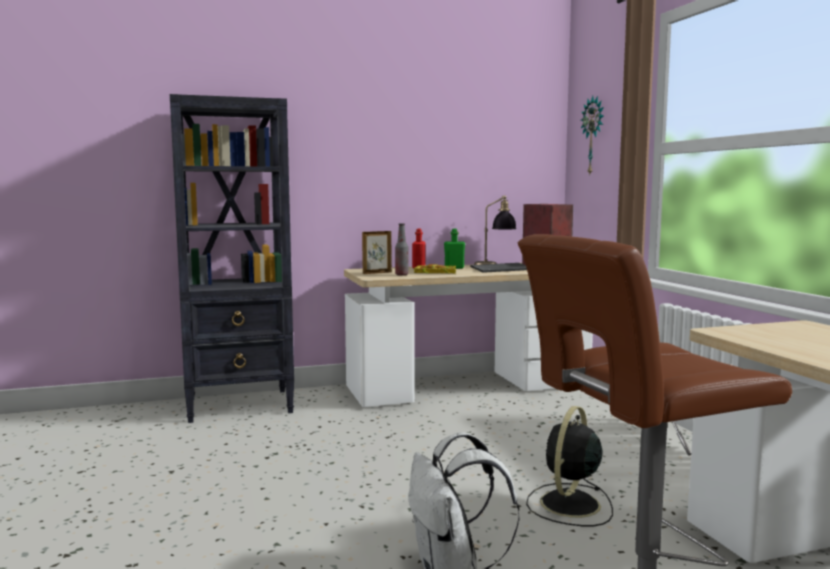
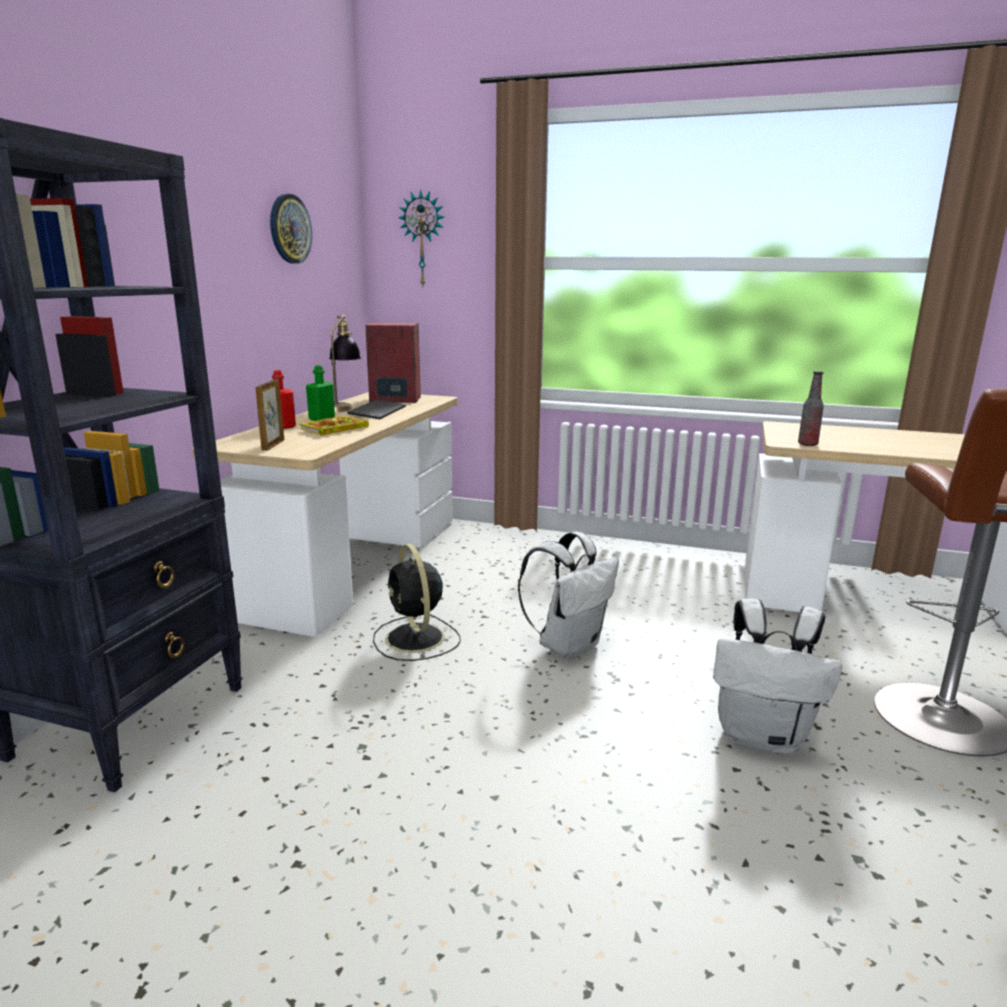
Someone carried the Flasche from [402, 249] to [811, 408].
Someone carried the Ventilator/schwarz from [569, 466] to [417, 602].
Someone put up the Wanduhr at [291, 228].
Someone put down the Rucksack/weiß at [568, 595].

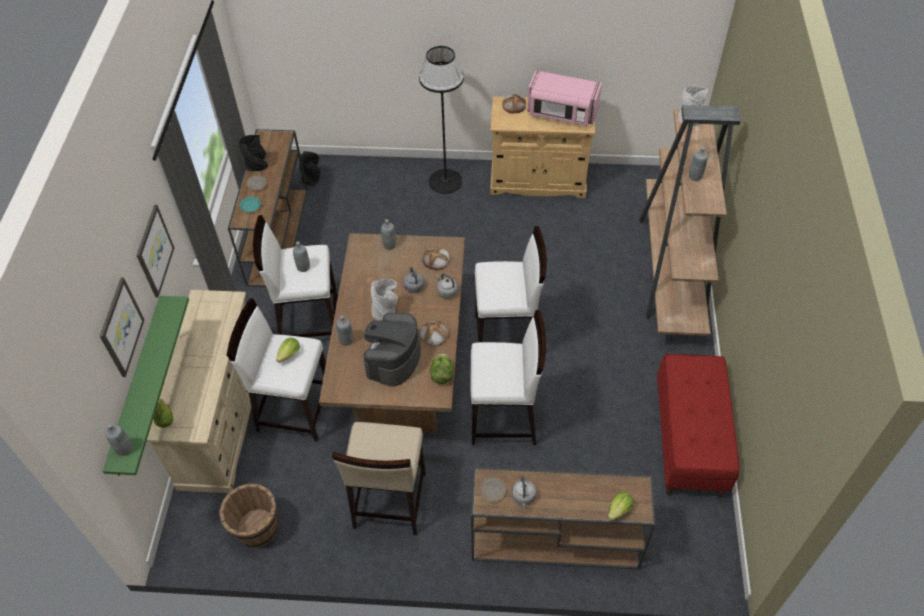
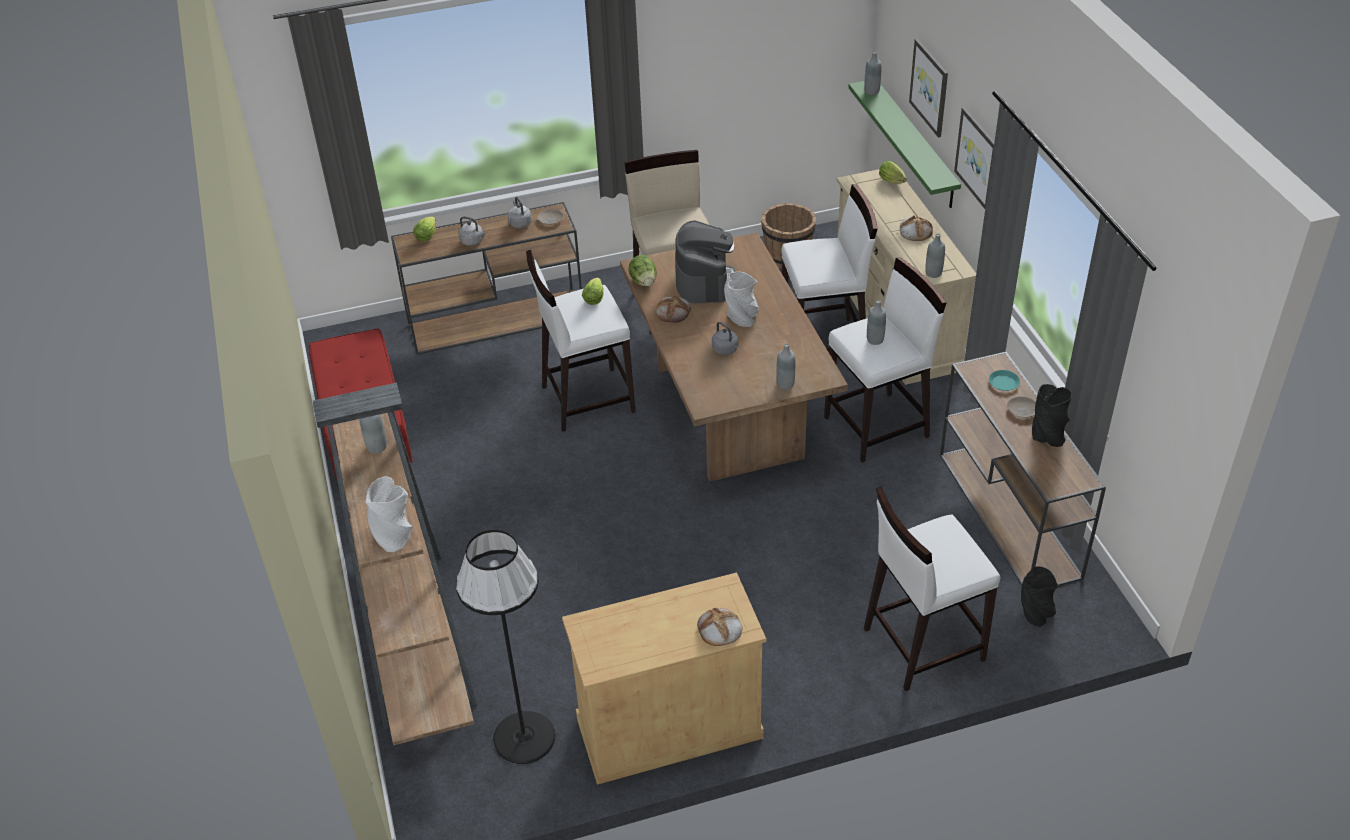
Someone carried the Salatkopf from [288, 350] to [593, 291].
Someone carried the Flasche/grau from [344, 330] to [935, 255].
Someone carried the Stehlampe/schwarz from [441, 120] to [505, 646].
Someone carried the Brot from [436, 258] to [916, 228].
Someone carried the Wasserkessel/grau from [447, 286] to [473, 231].
Someone carried the Hocker/weiß from [511, 284] to [932, 588].
Someone took away the Mikrowelle/rosa at [564, 98].

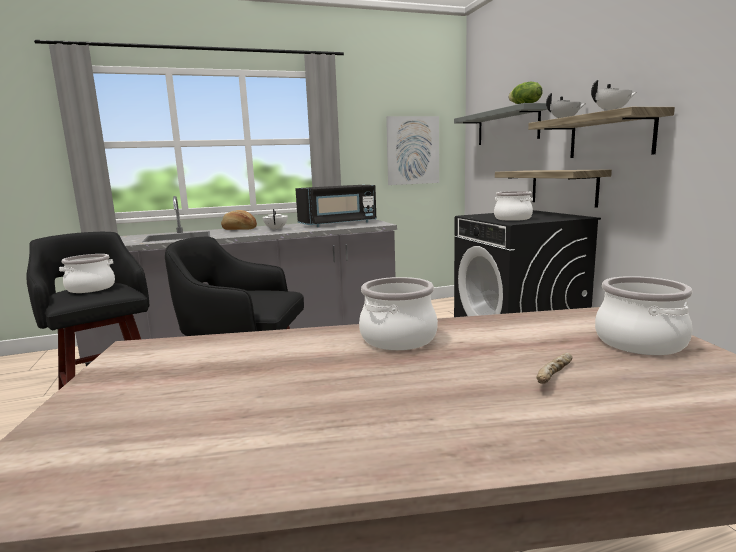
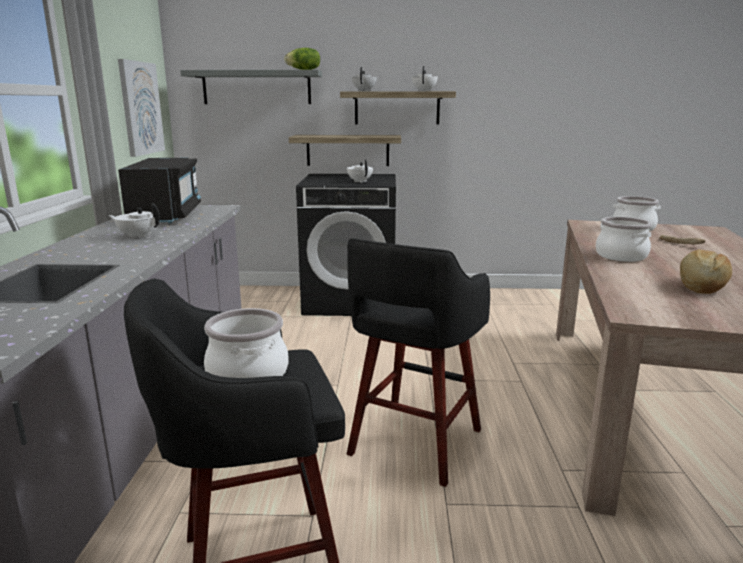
Someone carried the Brot from [239, 220] to [706, 271].
Someone swapped the Kochtopf at [513, 206] for the Teekanne/weiß at [360, 171].

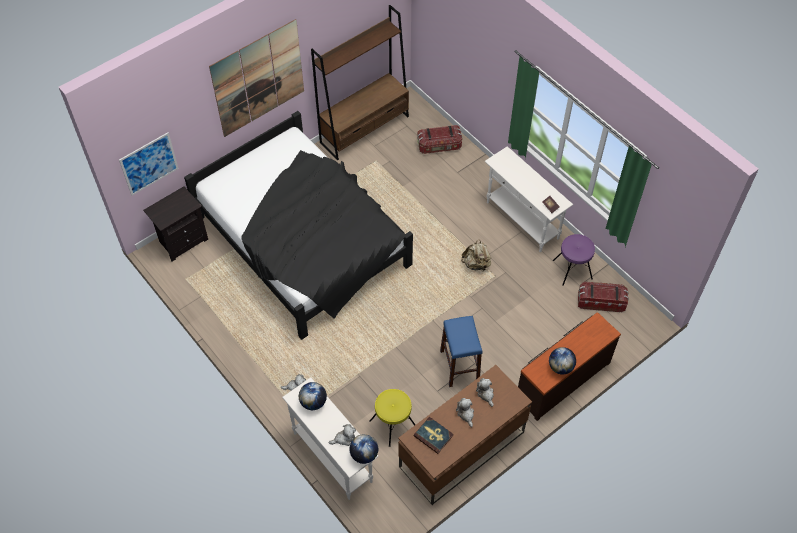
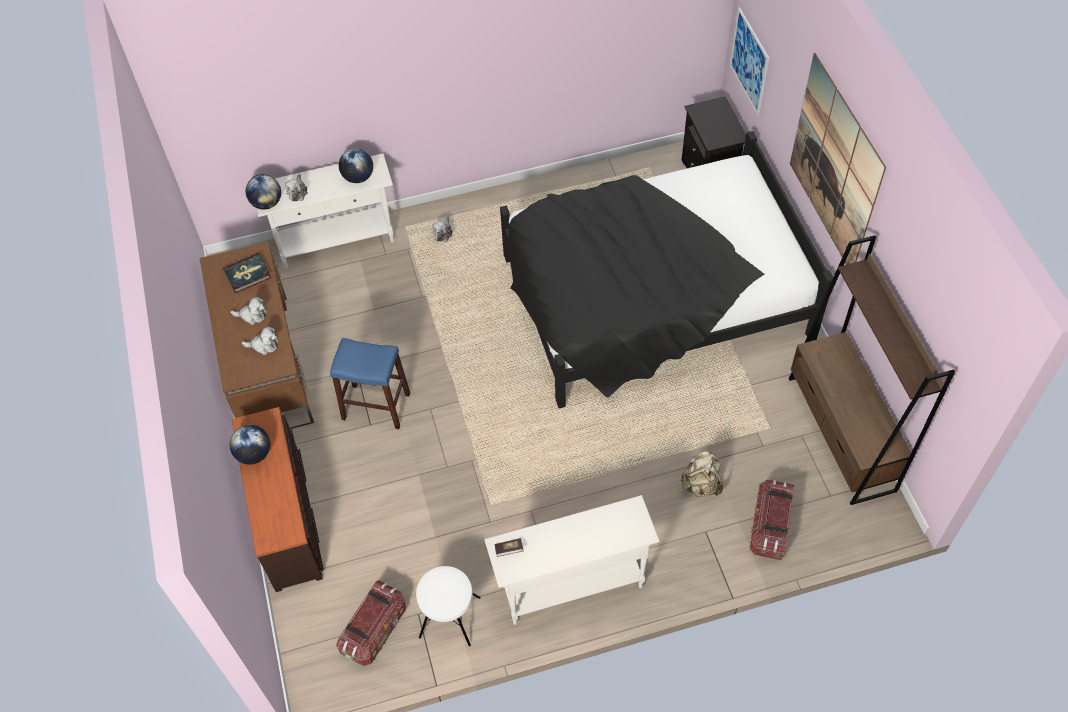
Someone took away the Hocker/gelb at [392, 418].
Someone carried the Rucksack/beige from [476, 255] to [701, 473].
Someone repainted the Hocker/lila at [574, 260], which became the Hocker/weiß at [448, 606].

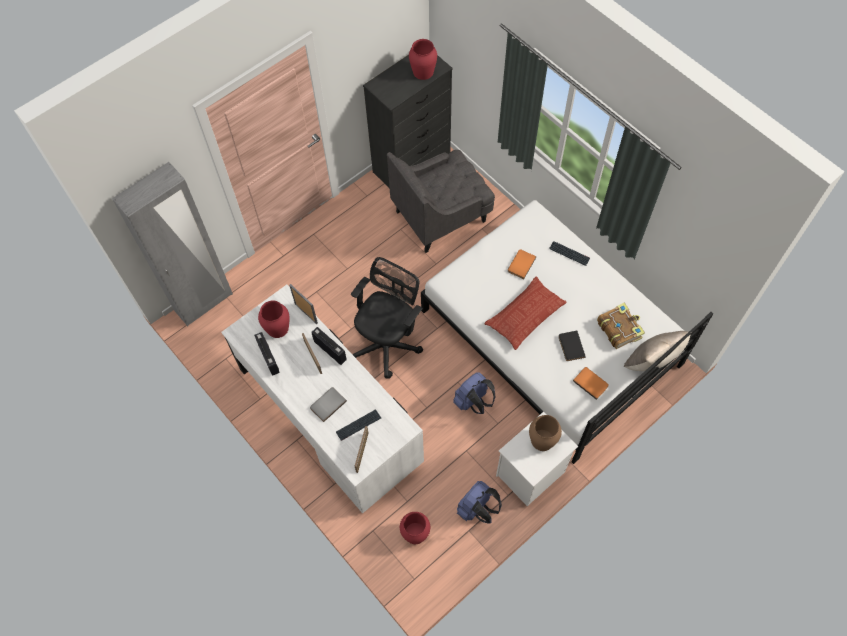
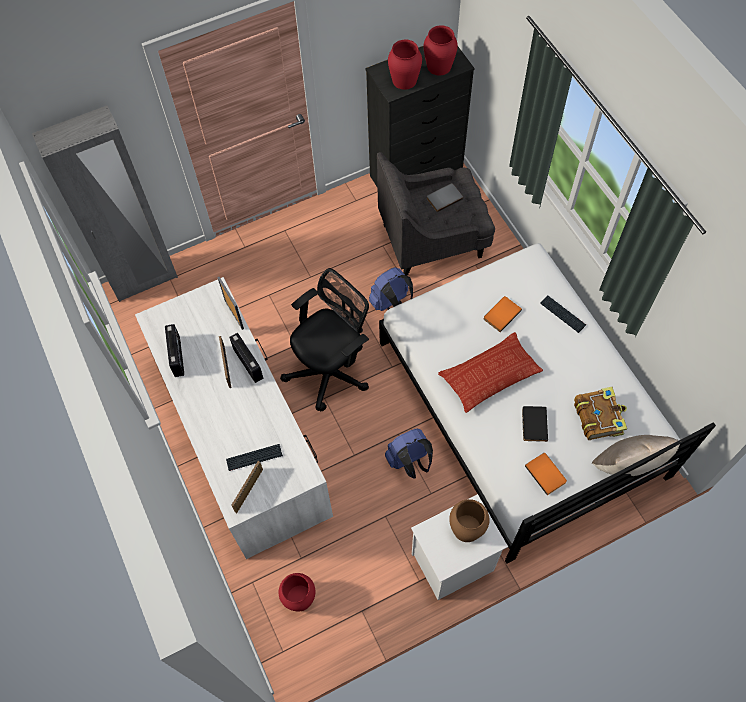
Someone carried the Vase/rot from [273, 319] to [405, 65].
Someone carried the Buch/grau from [328, 404] to [445, 197].
Someone carried the Rucksack/blau from [479, 502] to [391, 289].

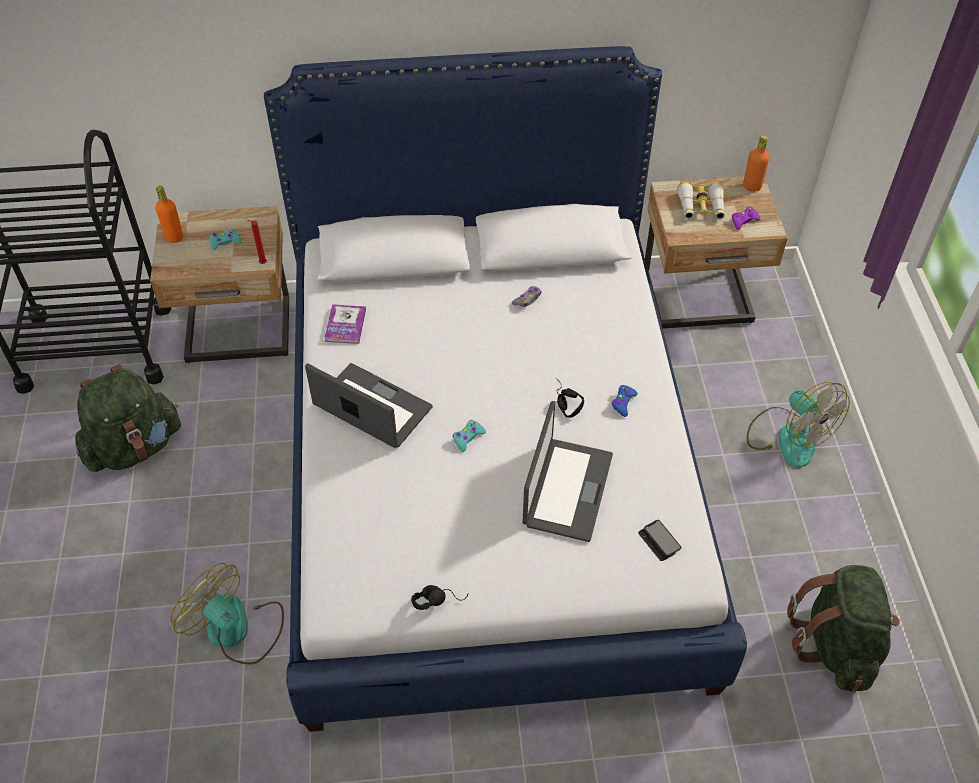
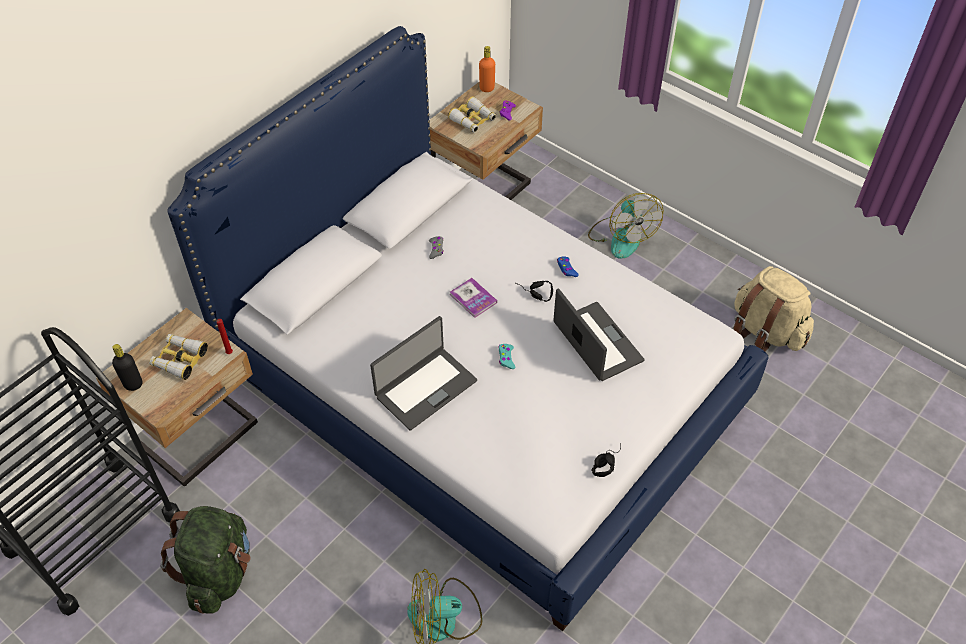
Someone repainted the Flasche/orange at [169, 214], which became the Flasche/schwarz at [127, 367].
Someone swapped the Gamepad/türkis at [225, 239] for the Fernglas at [178, 357].
Someone rotated the Laptop at [368, 405] by 150 degrees clockwise.
Someone carried the Buch from [345, 324] to [473, 298].
Someone took away the Handy at [660, 540].
Someone rotated the Ventilator at [798, 425] by 60 degrees clockwise.
Someone repainted the Rucksack/grün at [843, 628], which became the Rucksack/beige at [773, 309].

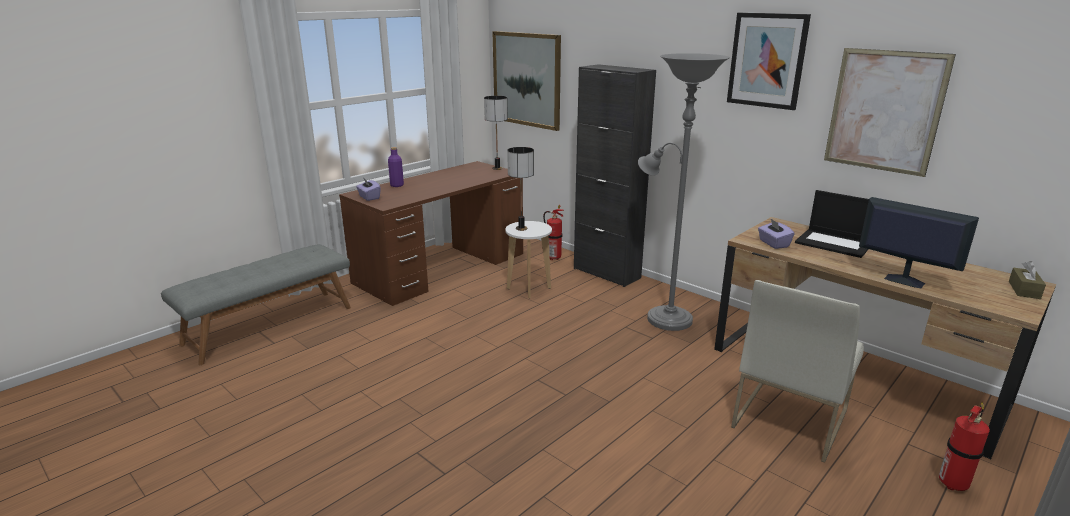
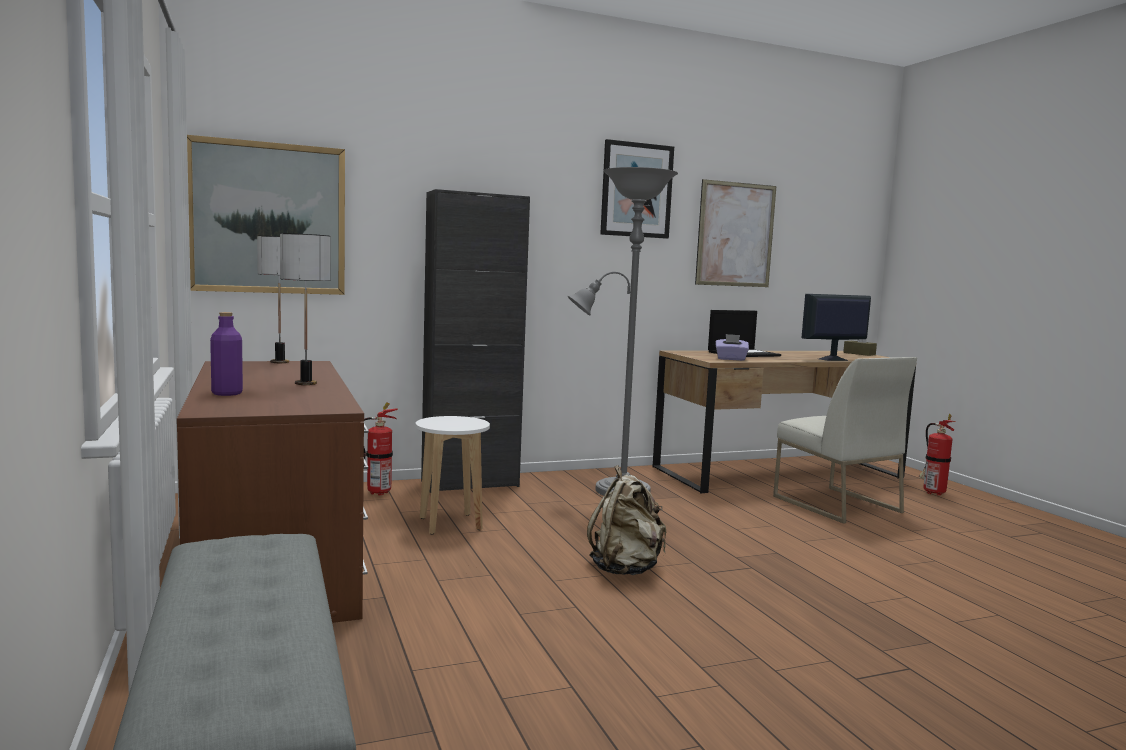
Someone took away the Taschentuchbox/lila at [368, 189].
Someone carried the Tischlampe from [520, 189] to [305, 309].
Someone put down the Rucksack/beige at [626, 520].

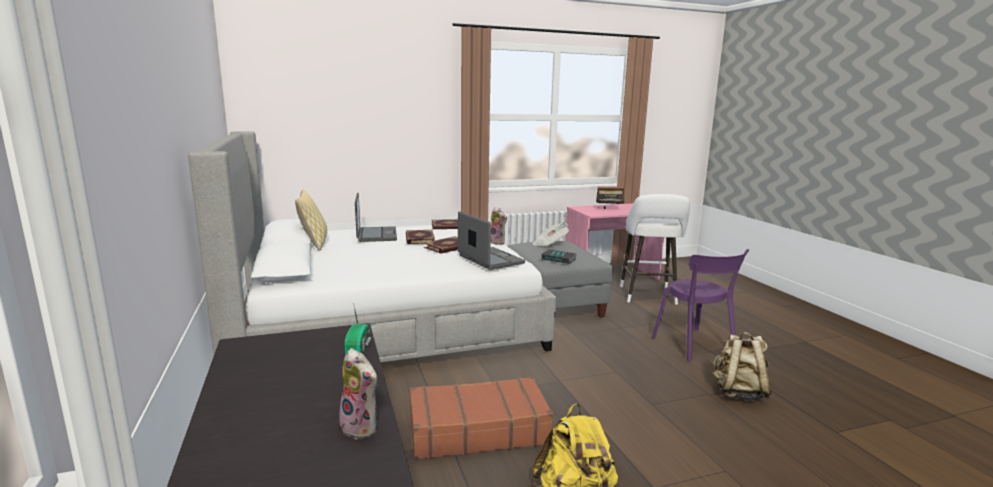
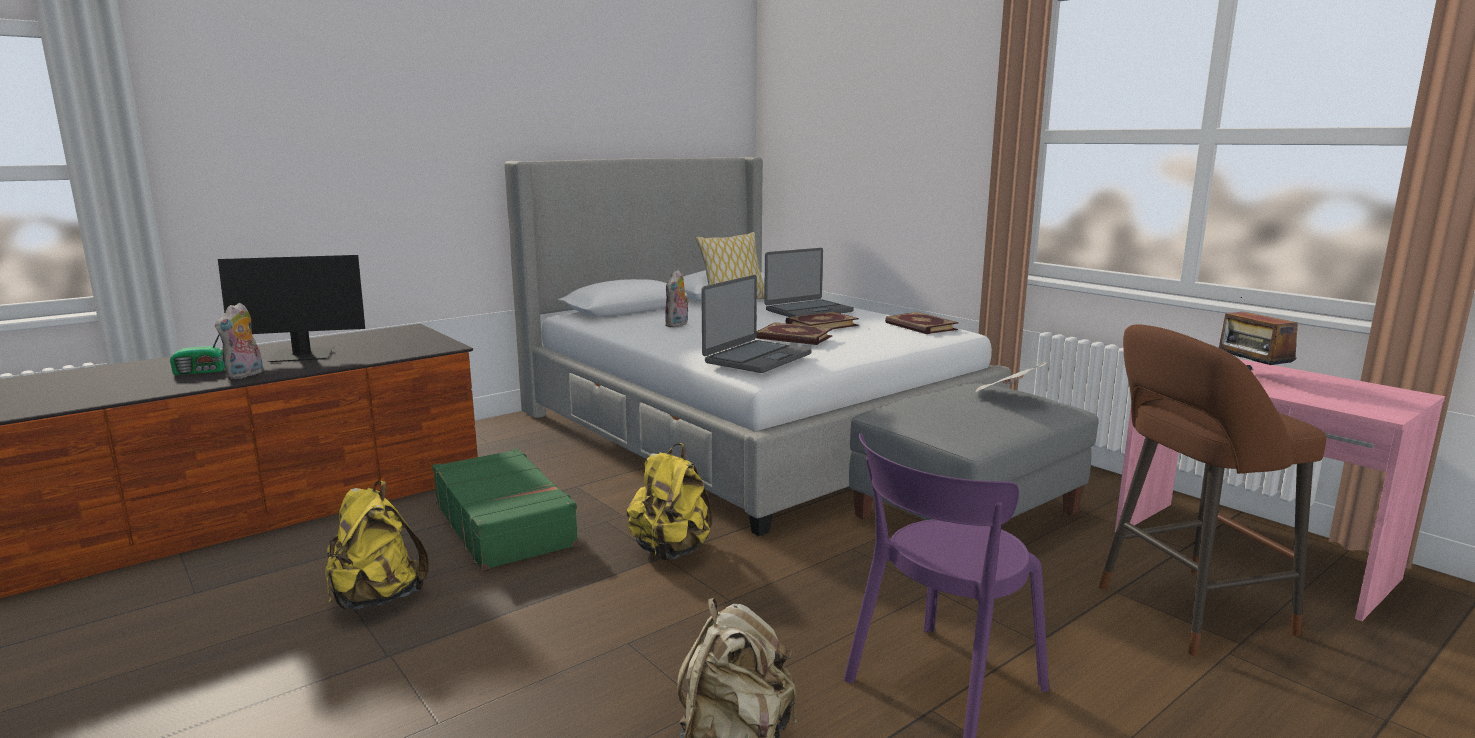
Someone carried the Radio from [357, 331] to [197, 355].
Someone repainted the Koffer/braun at [481, 418], which became the Koffer/grün at [505, 510].
Someone carried the Plüschtier from [499, 226] to [677, 299].
Someone took away the Buch at [559, 256].
Someone repainted the Hocker/weiß at [655, 249], which became the Hocker/braun at [1212, 490].
Someone put down the Monitor at [291, 308].
Someone put down the Rucksack/gelb at [670, 501].

